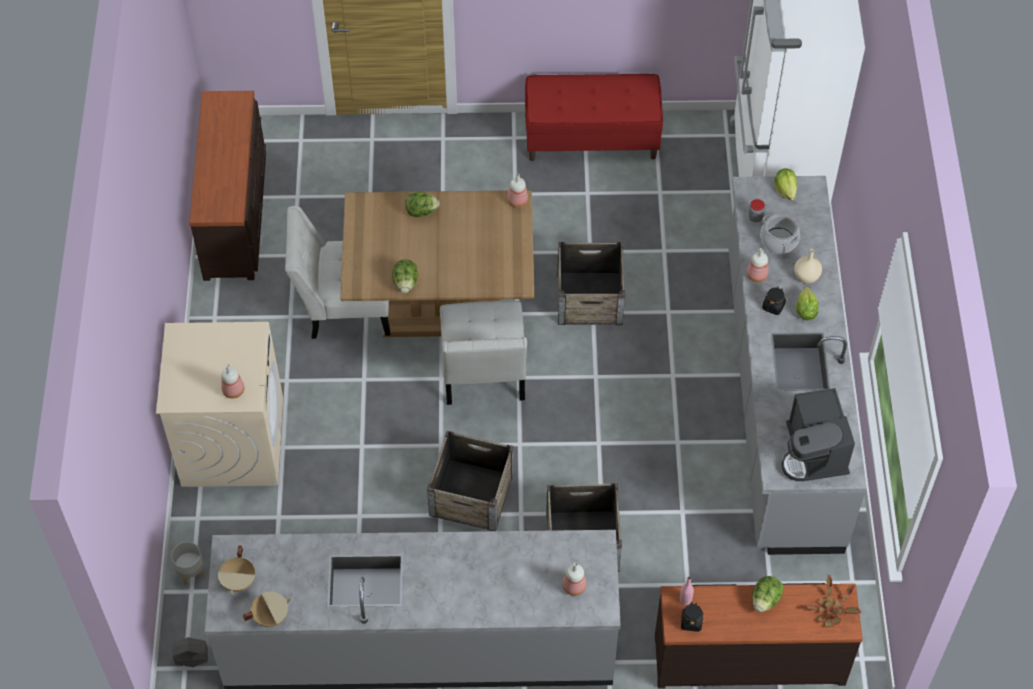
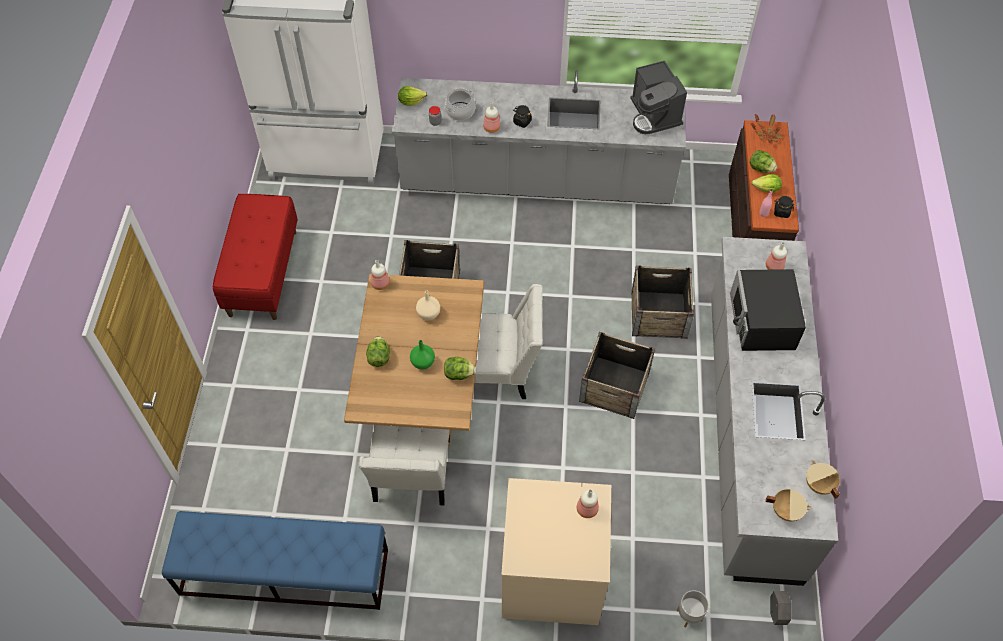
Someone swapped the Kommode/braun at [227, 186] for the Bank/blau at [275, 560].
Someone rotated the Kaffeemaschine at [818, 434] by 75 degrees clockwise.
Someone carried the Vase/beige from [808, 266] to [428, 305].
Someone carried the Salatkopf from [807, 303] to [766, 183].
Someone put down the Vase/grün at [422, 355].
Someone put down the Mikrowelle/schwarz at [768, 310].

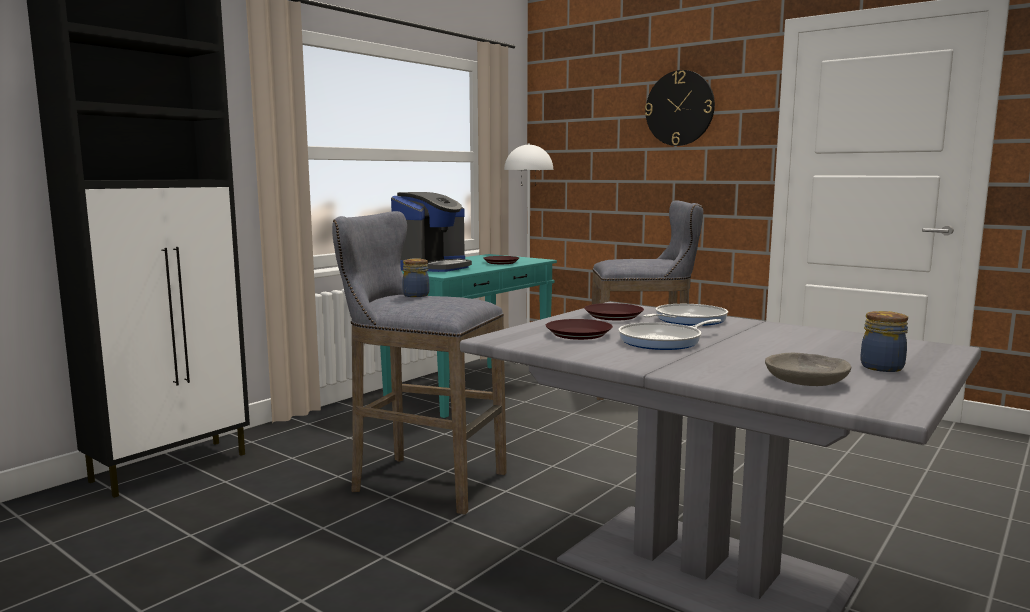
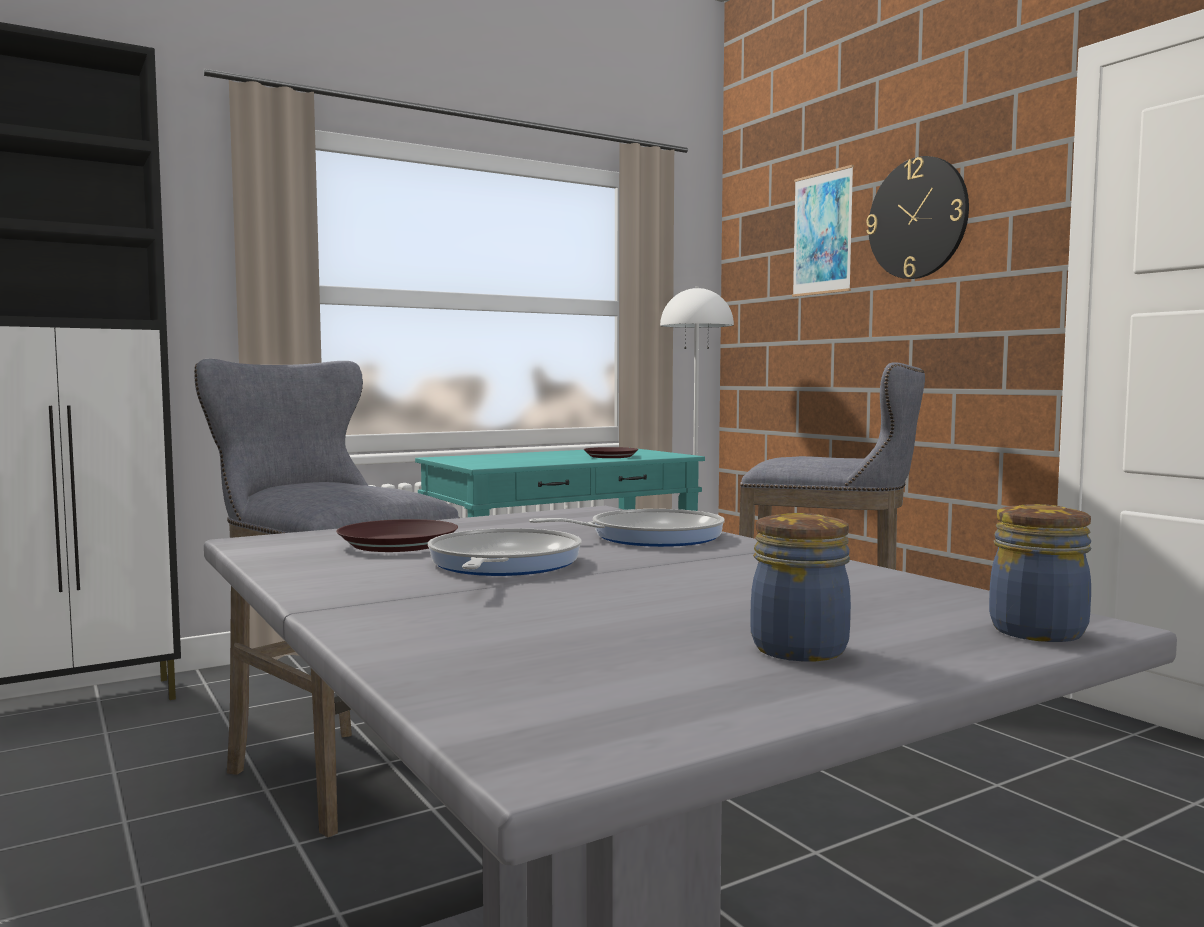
Someone took away the Kaffeemaschine at [431, 232].
Someone carried the Vorratsglas from [415, 277] to [1040, 573].
Someone took away the Teller/braun at [614, 311].
Someone rotated the Pfanne at [670, 334] by 105 degrees clockwise.
Someone took away the Schüssel/grau at [808, 369].
Someone put up the Bild at [823, 231].

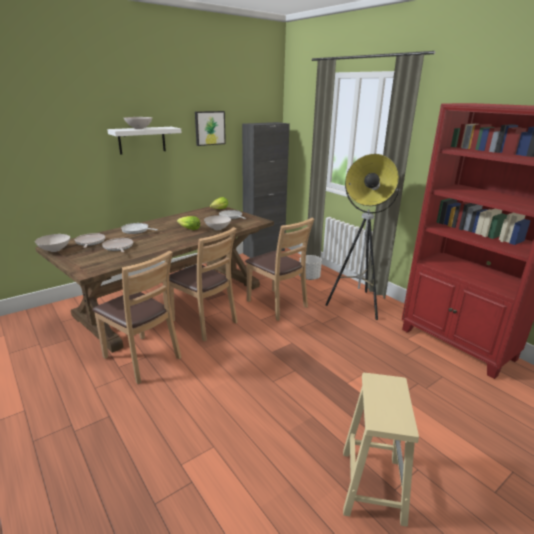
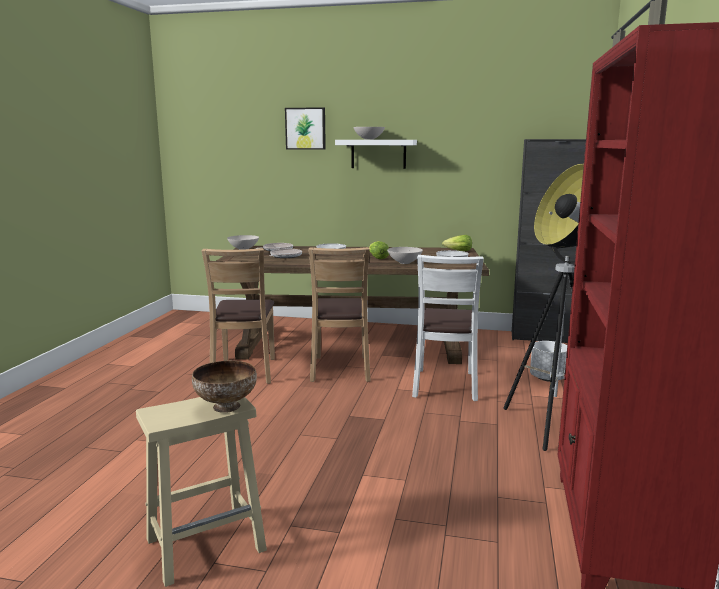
Someone carried the Bild from [210, 128] to [305, 128].
Someone repainted the Stuhl/braun at [279, 269], which became the Stuhl/weiß at [448, 328].
Someone put down the Schüssel at [224, 387].

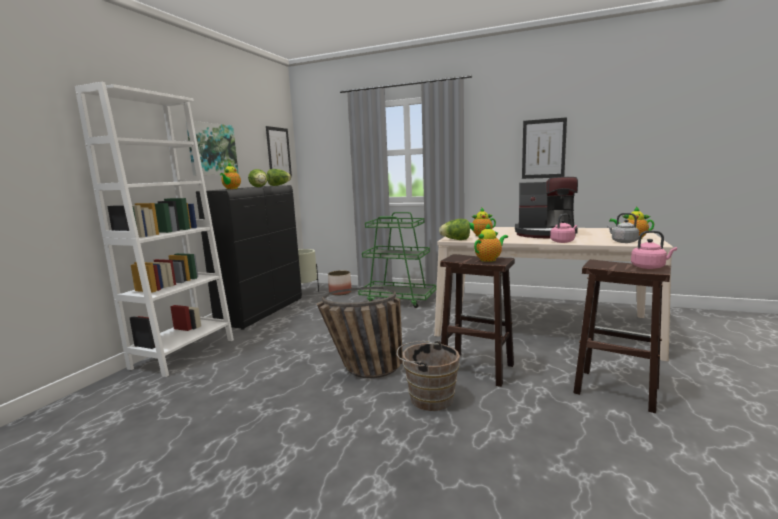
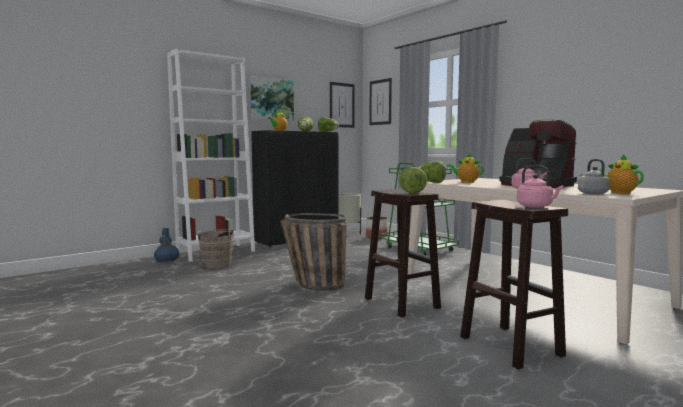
Someone carried the Eimer/braun from [428, 376] to [215, 249].
Someone swapped the Teekanne at [491, 243] for the Salatkopf at [413, 180].
Someone carried the Bild from [544, 148] to [380, 101].
Someone put down the Vase/blau at [167, 245].

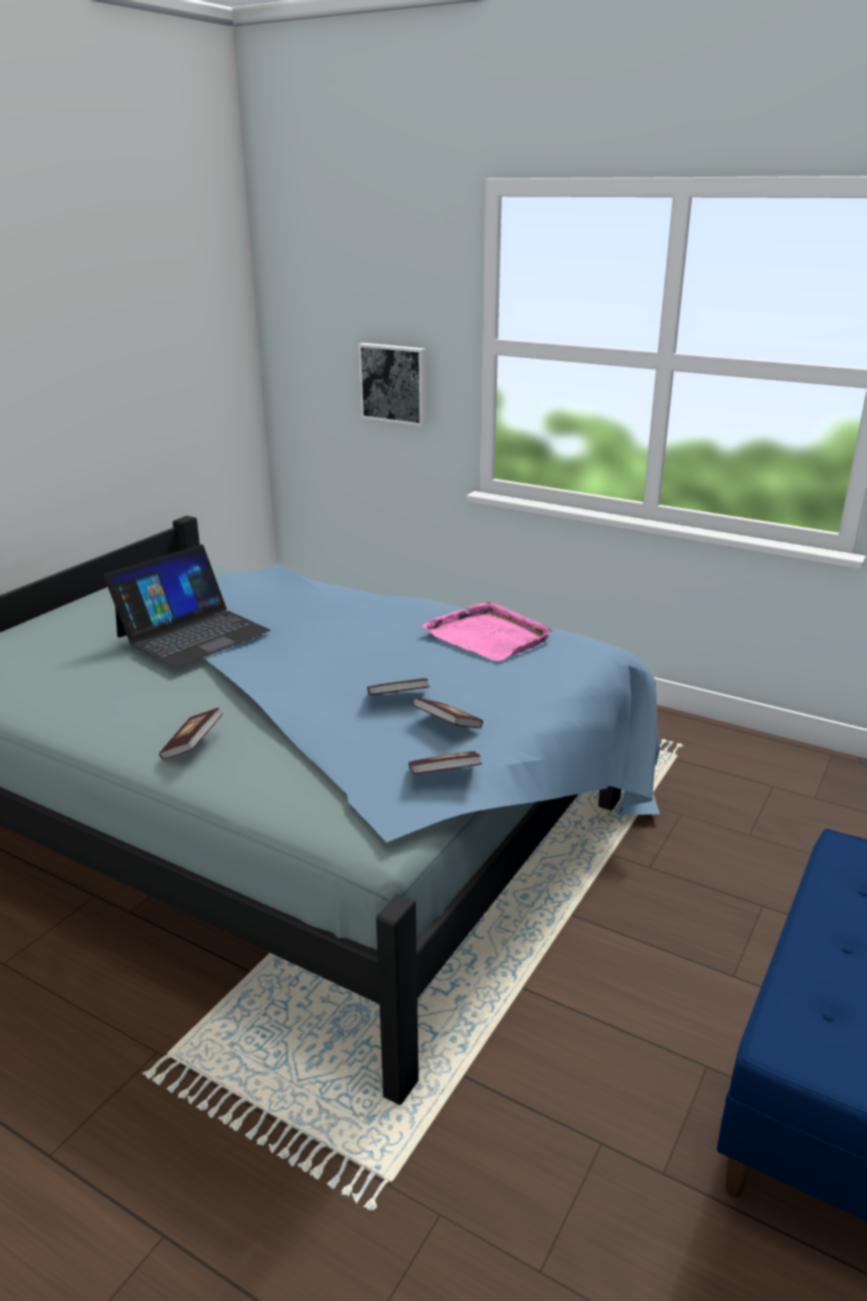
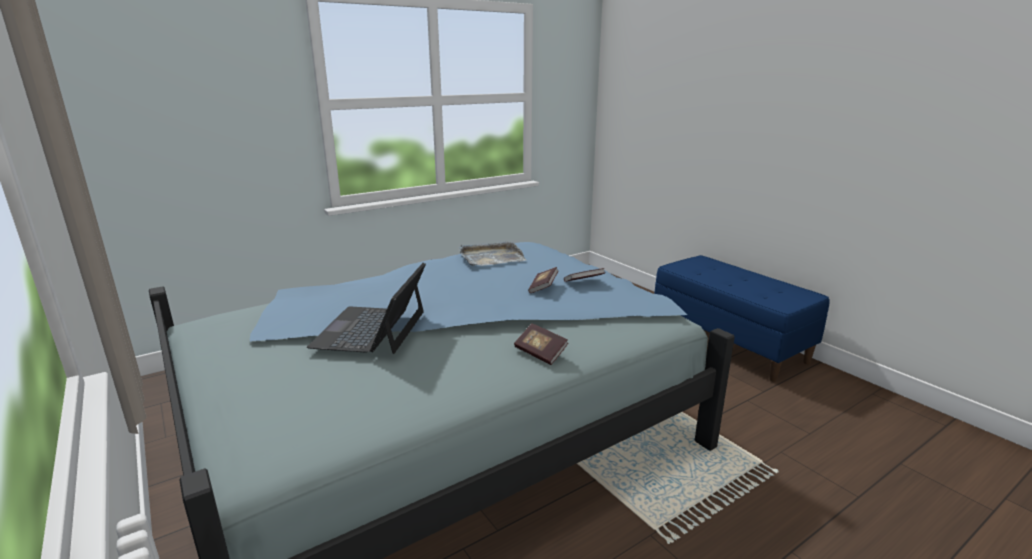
Someone rotated the Laptop at [187, 606] by 150 degrees counterclockwise.
Someone took away the Bild at [392, 384].
Someone took away the Buch at [445, 762].
Someone repainted the Tablett/rosa at [487, 631], which became the Tablett/grau at [492, 254].

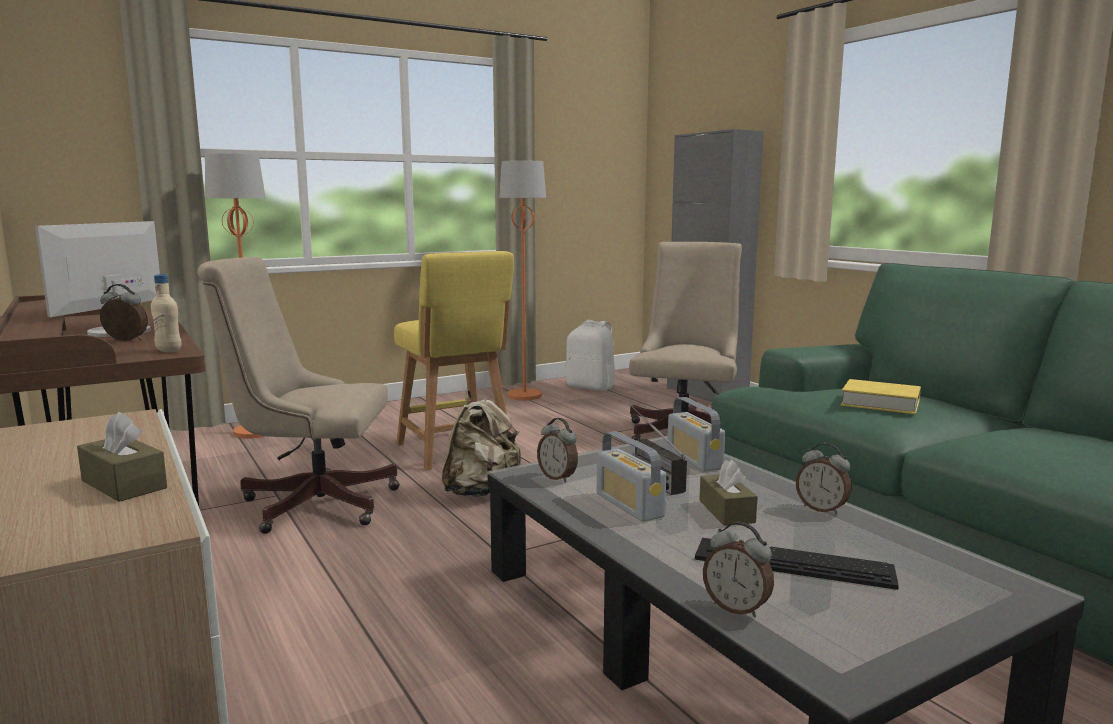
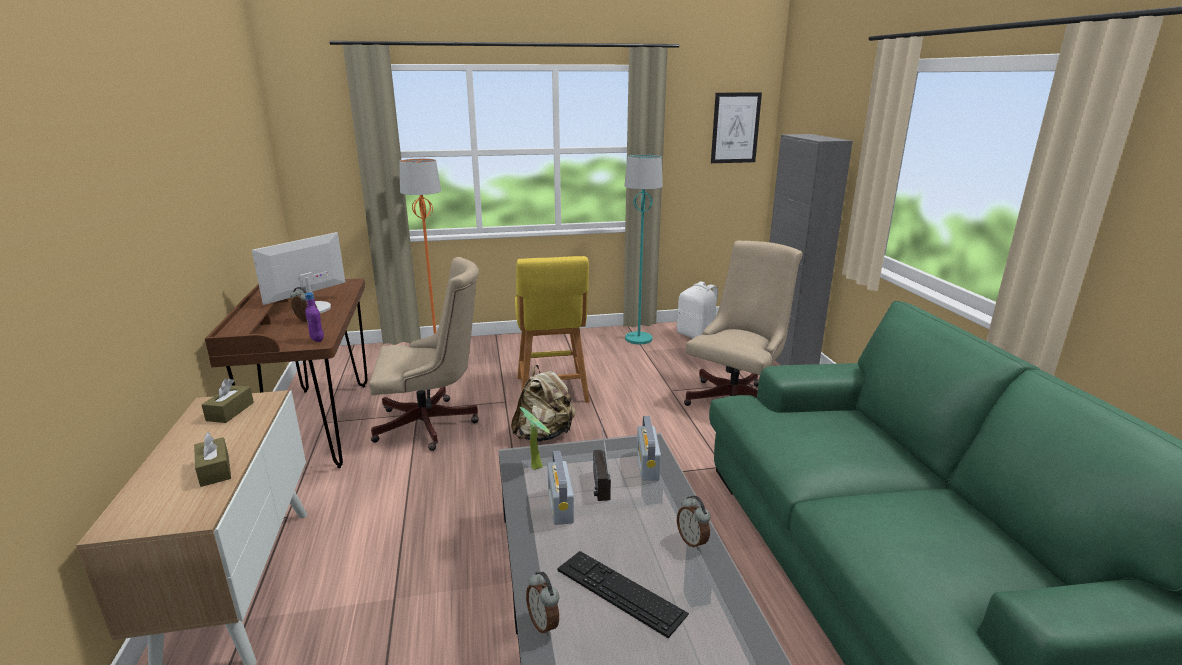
Someone repainted the Flasche/beige at [166, 313], which became the Flasche/lila at [314, 317].
Someone rotated the Bürostuhl/beige at [298, 395] by 150 degrees clockwise.
Someone repainted the Stehlampe/orange at [522, 280], which became the Stehlampe/türkis at [643, 249].
Someone swapped the Wecker at [557, 450] for the Topfpflanze at [535, 438].
Someone carried the Taschentuchbox/braun from [728, 493] to [228, 401].
Someone took away the Buch/gelb at [881, 396].
Someone put up the Bild at [736, 127].

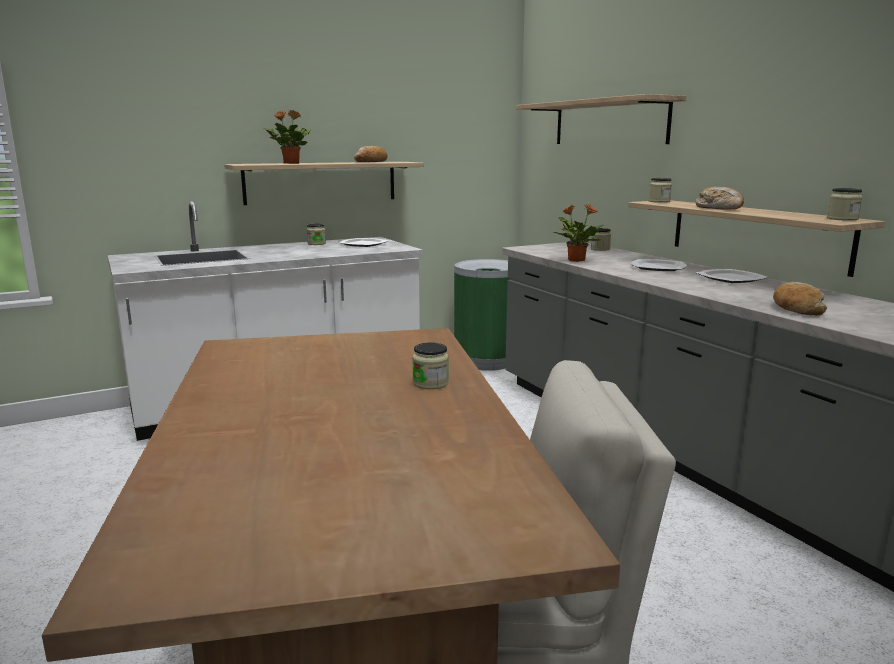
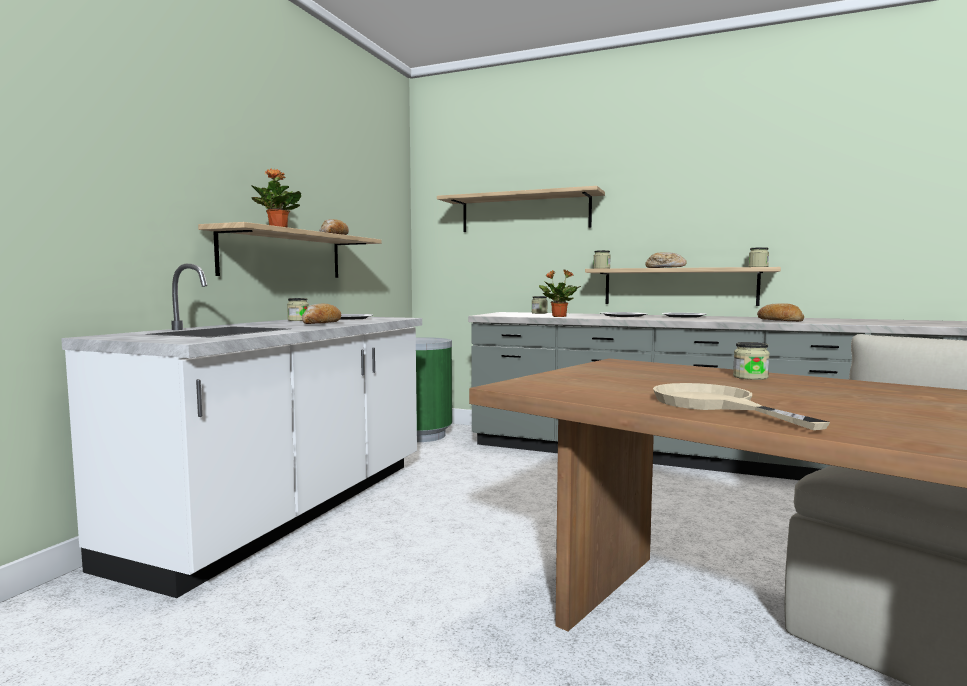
Someone put down the Brot at [321, 314].
Someone put down the Pfanne/beige at [741, 406].

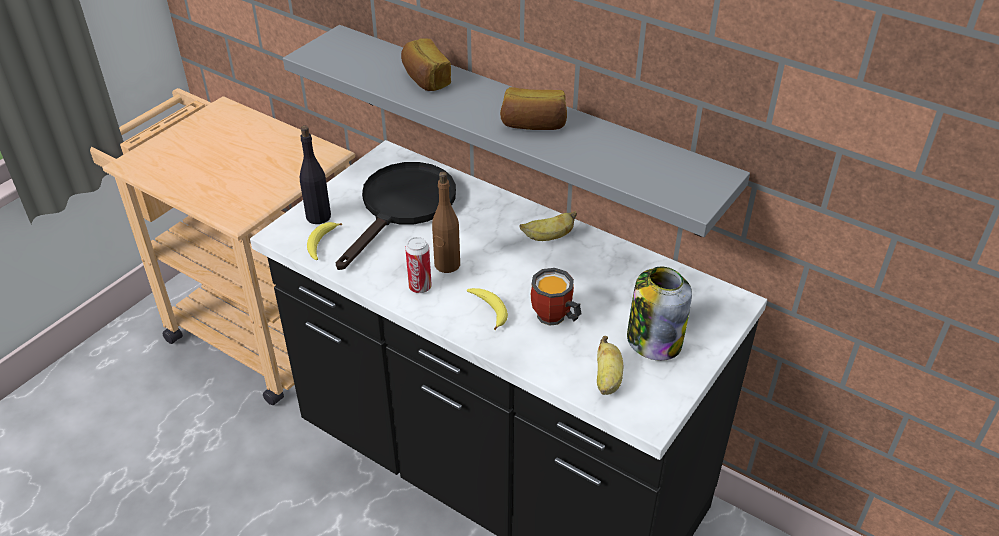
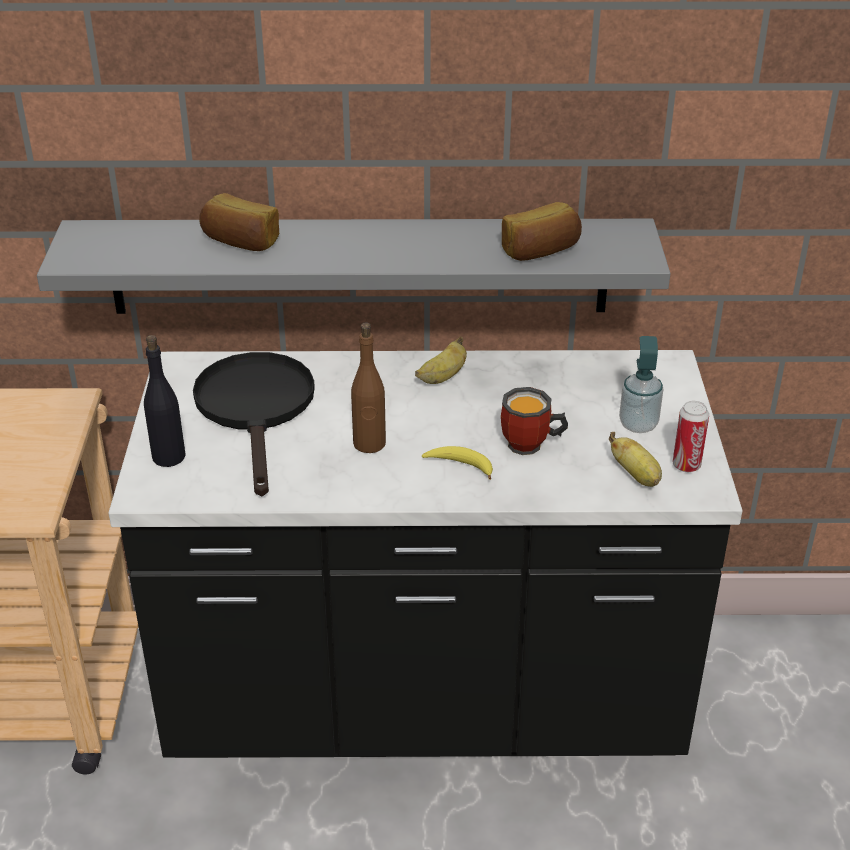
Someone took away the Banane at [324, 241].
Someone carried the Dose from [418, 265] to [691, 436].
Someone carried the Brot from [533, 108] to [542, 231].
Someone swapped the Vorratsglas at [659, 314] for the Seifenspender at [641, 384].

